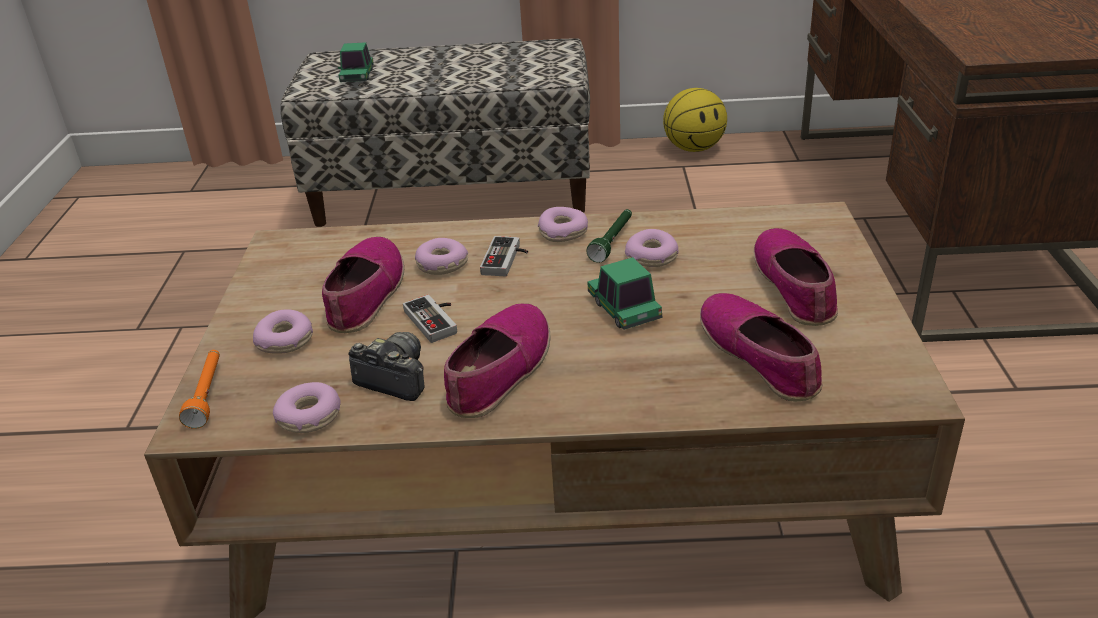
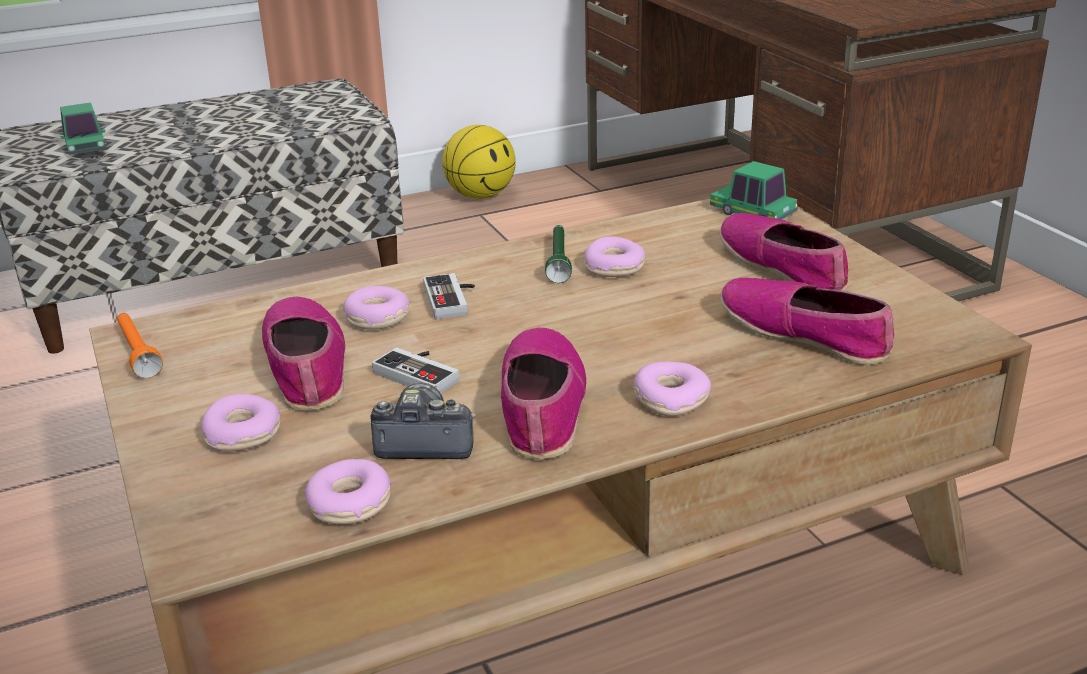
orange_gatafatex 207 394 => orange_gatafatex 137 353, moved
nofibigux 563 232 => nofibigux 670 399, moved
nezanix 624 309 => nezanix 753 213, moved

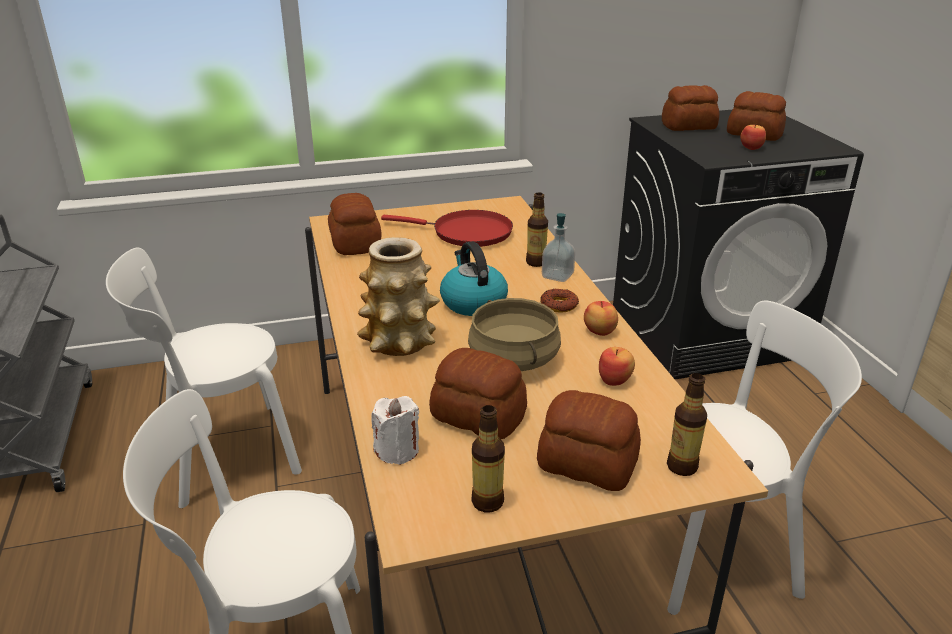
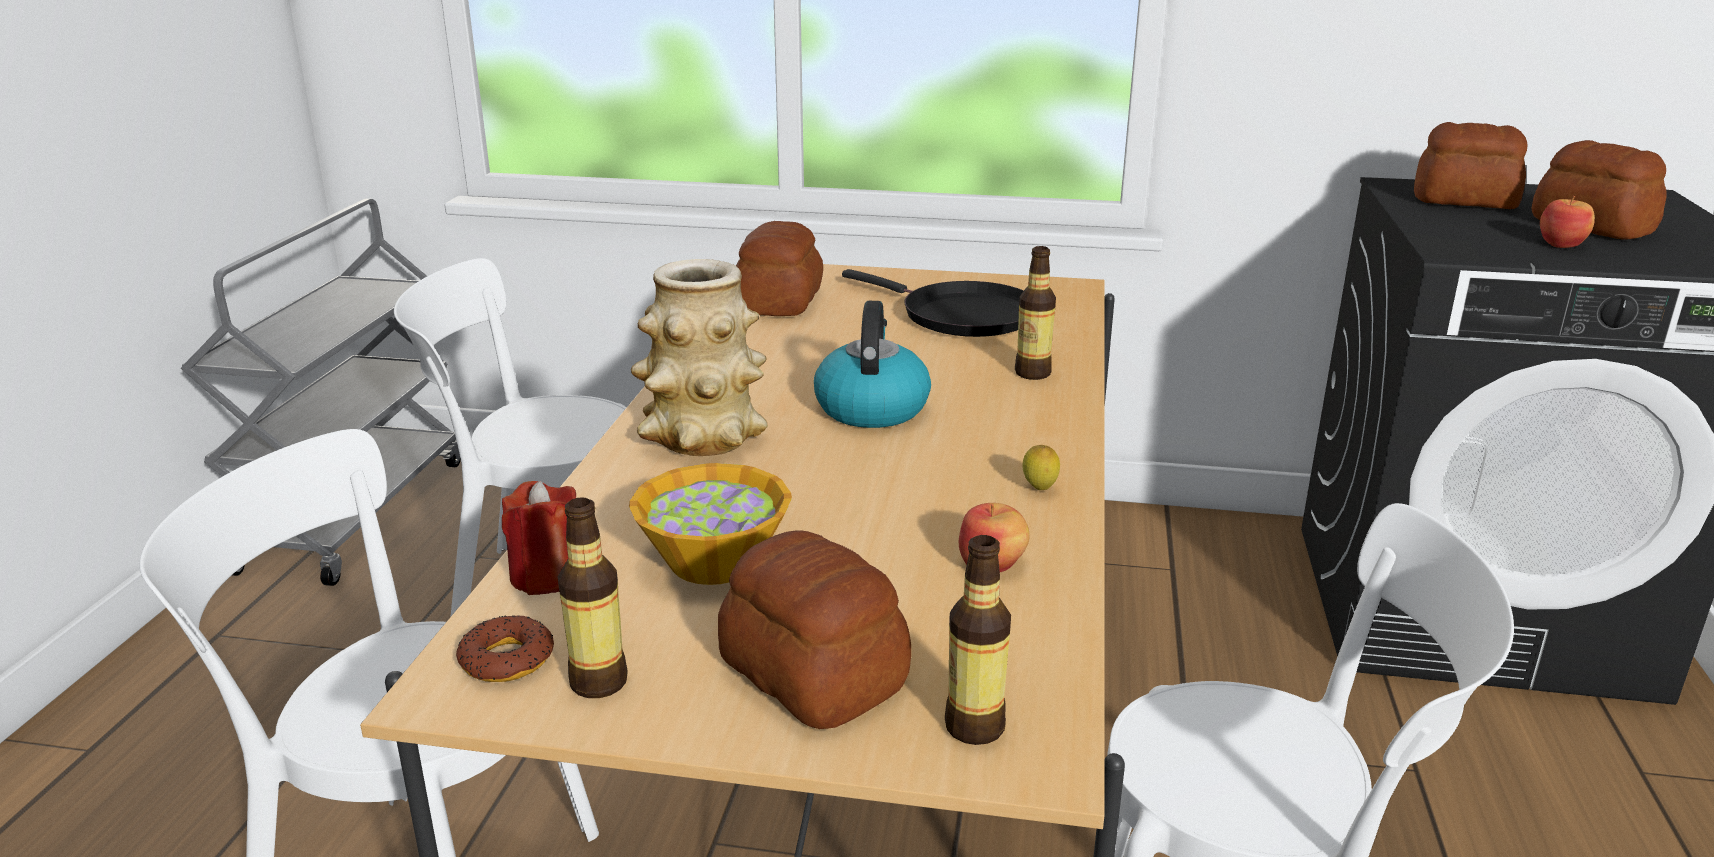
nofibigux 559 305 => nofibigux 506 660, moved
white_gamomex 397 450 => red_gamomex 547 576
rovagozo 478 415 => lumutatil 714 560
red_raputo 467 233 => black_raputo 961 315
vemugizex 599 331 => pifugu 1039 489
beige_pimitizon 512 359 => nothing
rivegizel 557 276 => nothing

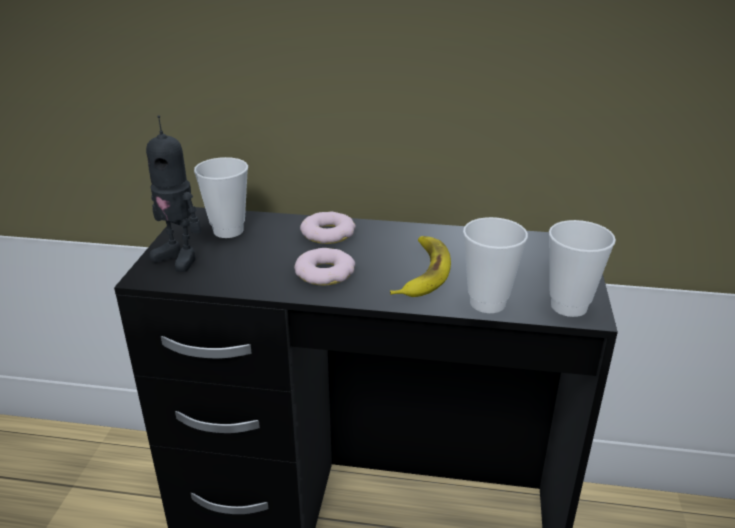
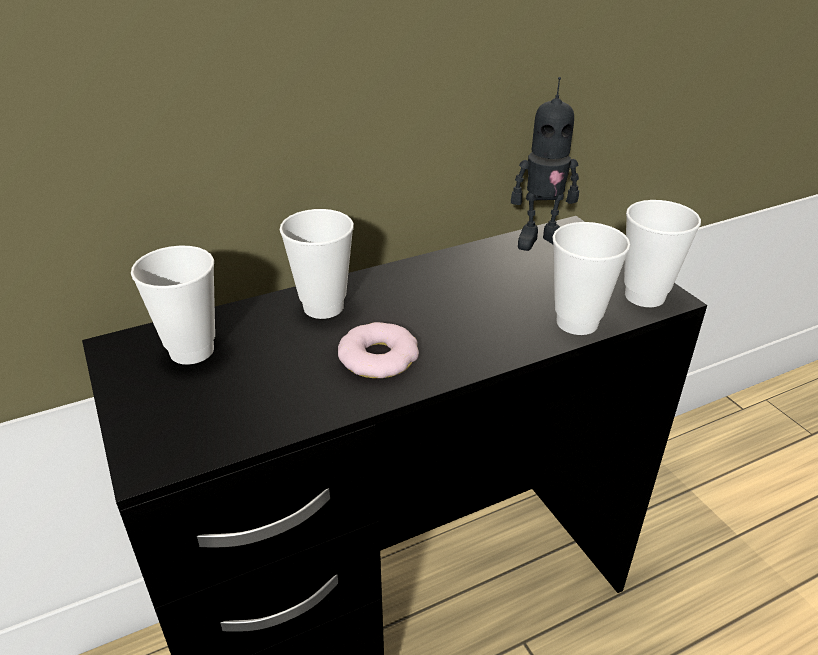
nofibigux 328 233 => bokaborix 323 307
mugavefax 179 258 => mugavefax 540 239, moved
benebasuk 422 272 => nothing

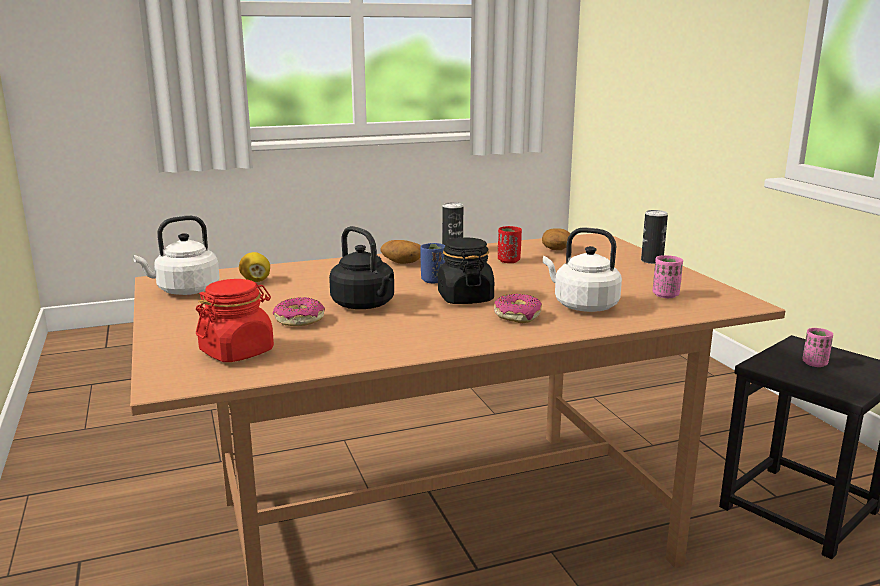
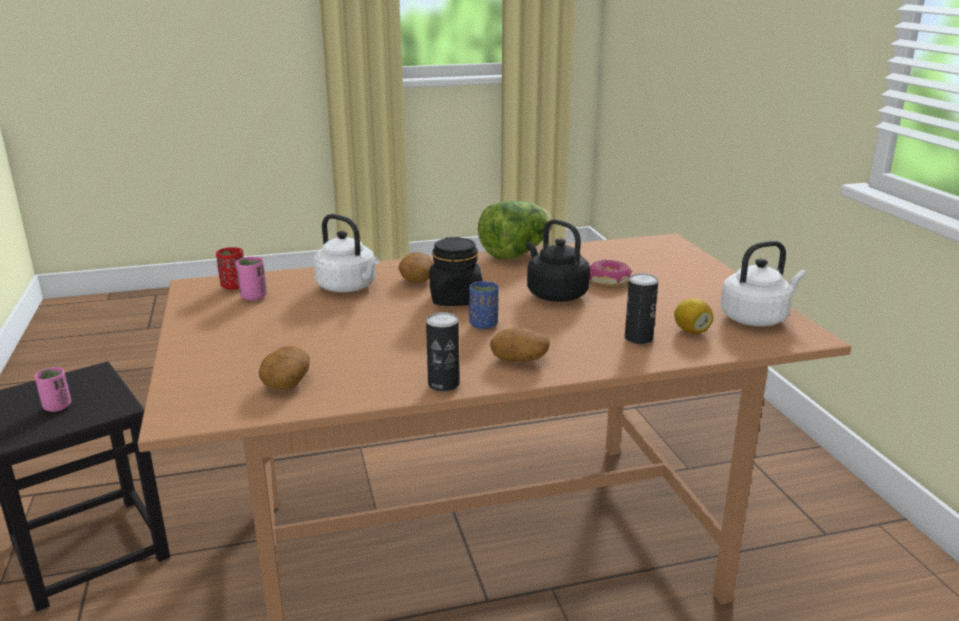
red_bokaborix 509 261 => red_bokaborix 234 286, moved
nofibigux 517 316 => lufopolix 416 279
nothing => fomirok 515 253
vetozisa 652 261 => vetozisa 638 338, moved
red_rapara 237 352 => nothing

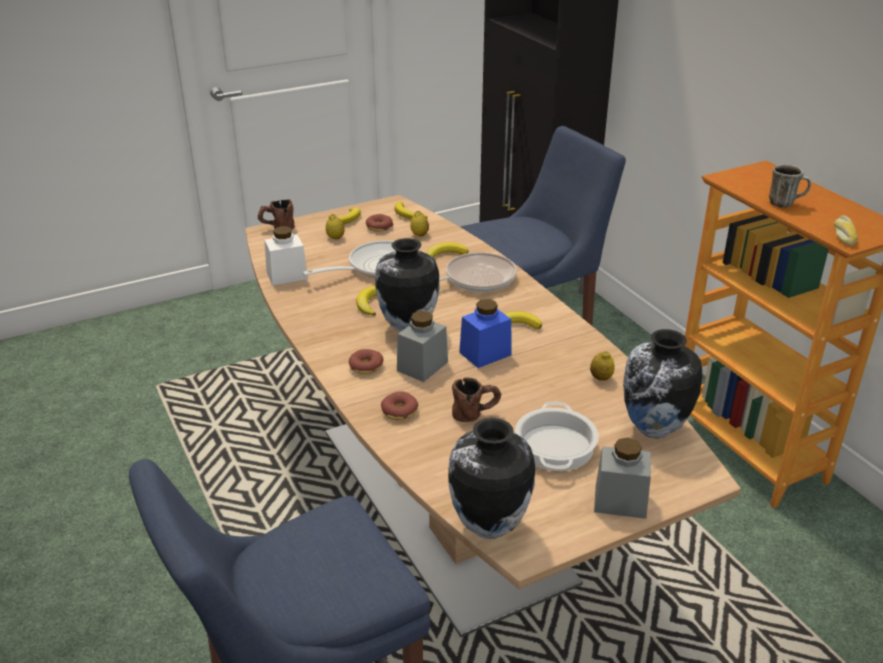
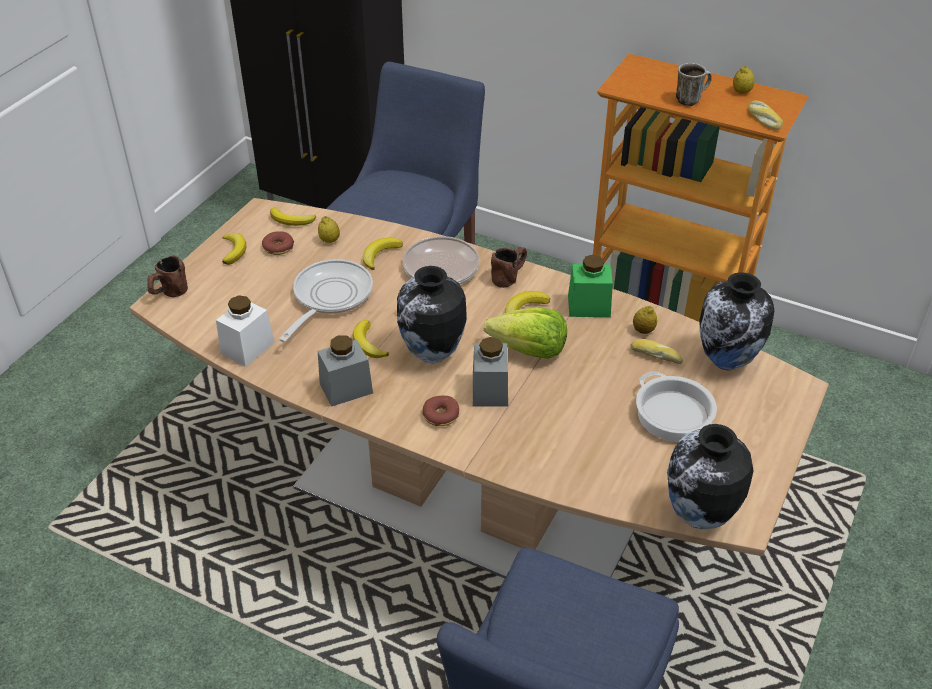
grey_rapara 620 501 => grey_rapara 346 388, moved
blue_rapara 485 353 => fomirok 529 350
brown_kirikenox 476 413 => brown_kirikenox 510 276, moved
nothing => green_rapara 589 306
nothing => rovagozo 656 355
pifugu 335 238 => pifugu 741 92, moved
nofibigux 399 411 => nothing

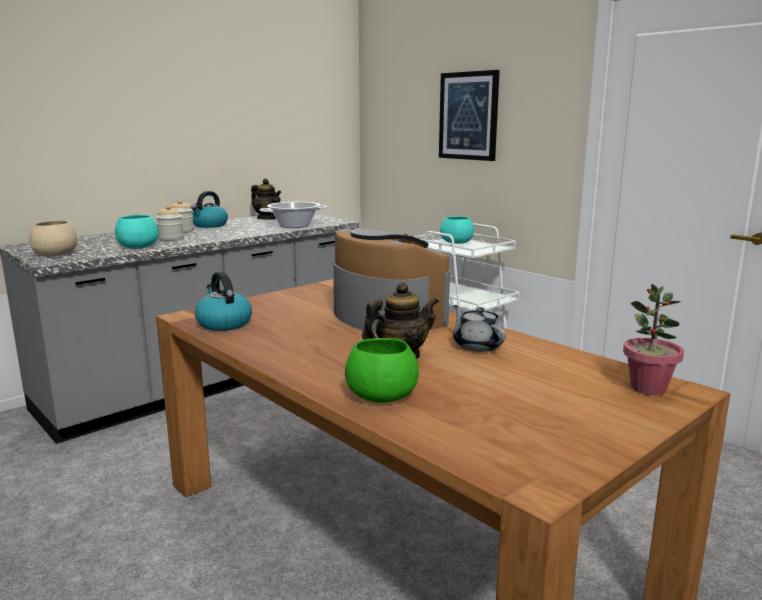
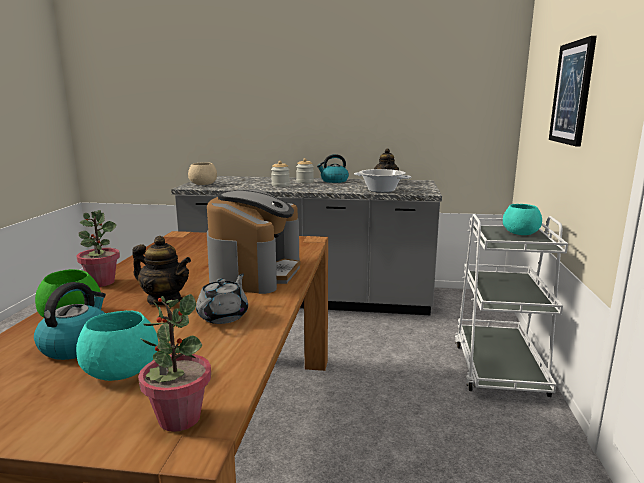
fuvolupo 223 323 => fuvolupo 77 345, moved
turquoise_lumutatil 137 246 => turquoise_lumutatil 119 370, moved
nothing => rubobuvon 102 282

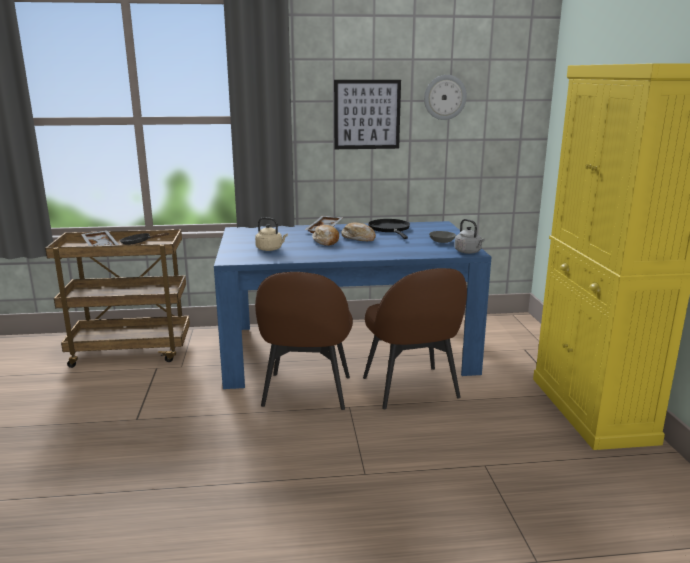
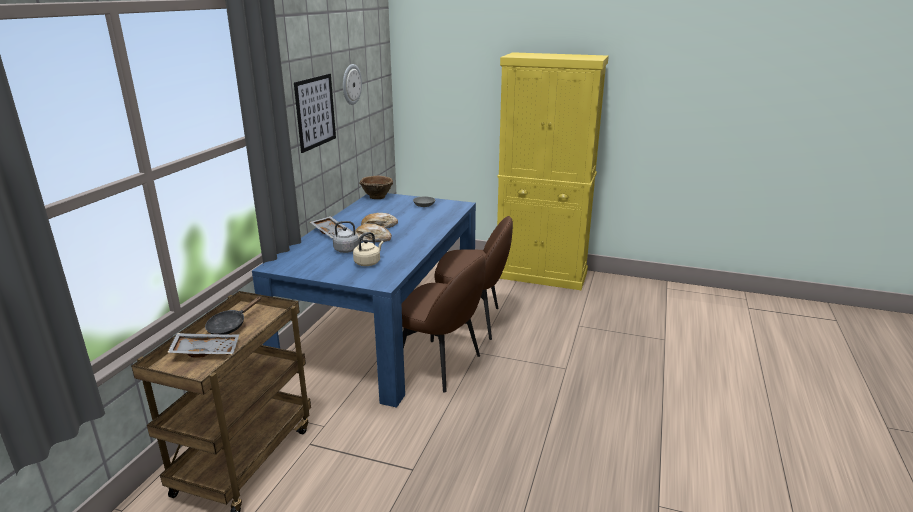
grey_fuvolupo 468 252 => grey_fuvolupo 348 250, moved
nothing => brown_lumutatil 377 197
black_raputo 390 229 => nothing

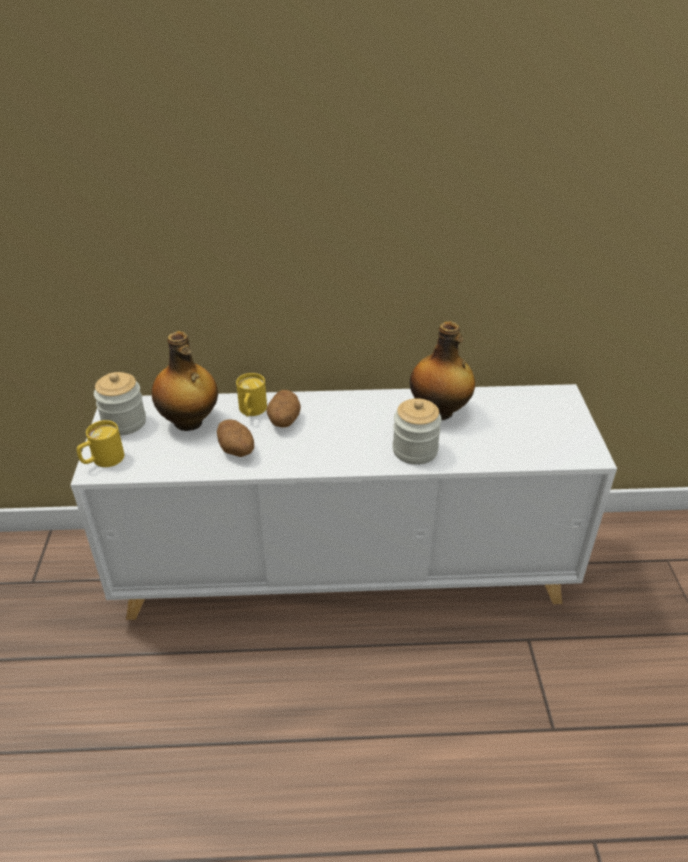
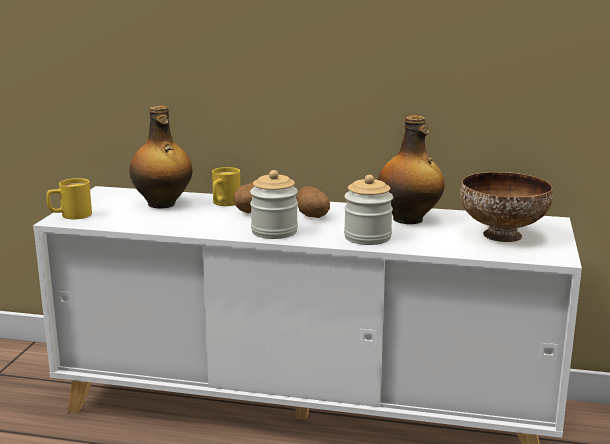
rapara 124 422 => rapara 274 231, moved
lufopolix 237 451 => lufopolix 313 216, moved
nothing => lumutatil 501 236

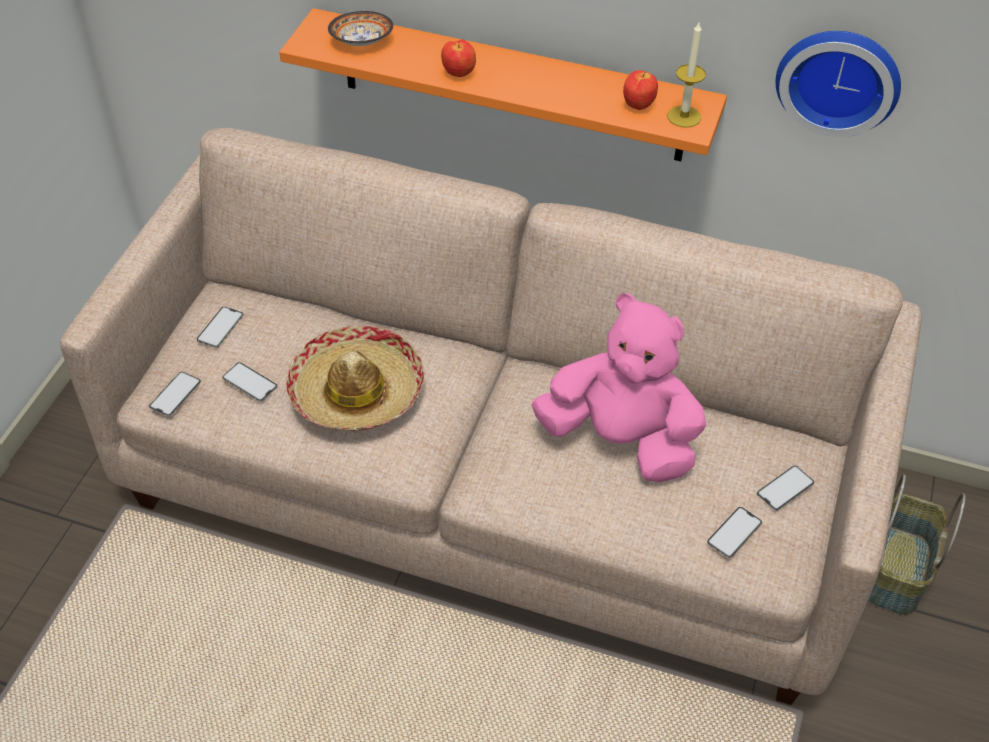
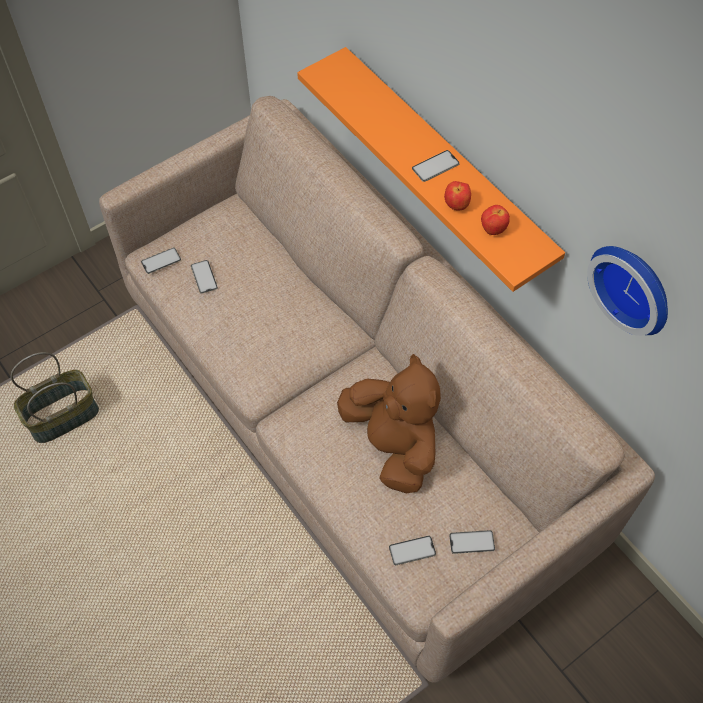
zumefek 895 569 => zumefek 63 415, moved
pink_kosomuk 620 440 => brown_kosomuk 392 445
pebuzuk 220 327 => pebuzuk 435 166, moved
vemugizex 459 74 => vemugizex 456 206, moved
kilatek 356 391 => nothing
lumutatil 360 41 => nothing
gamomex 684 116 => nothing

